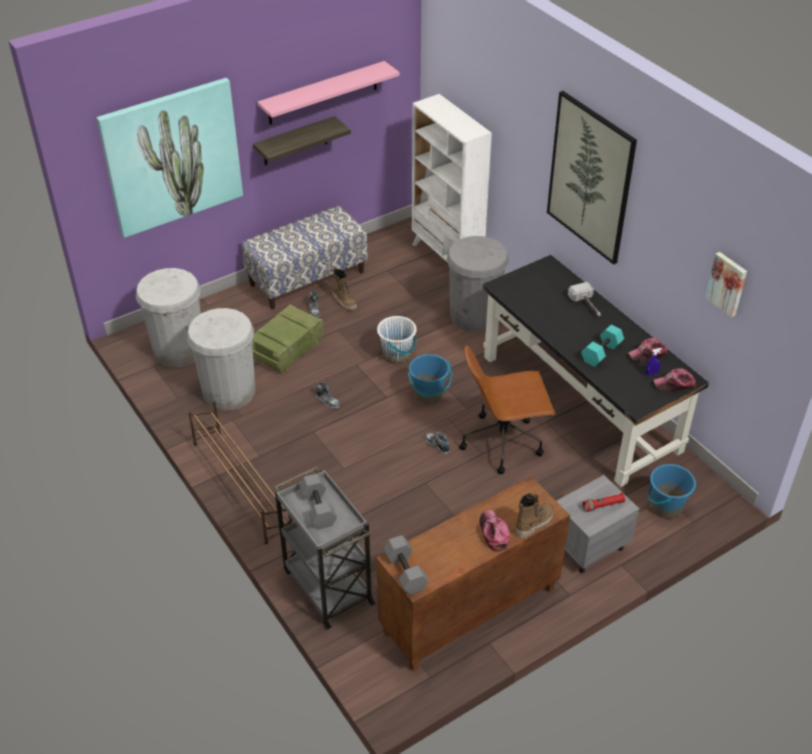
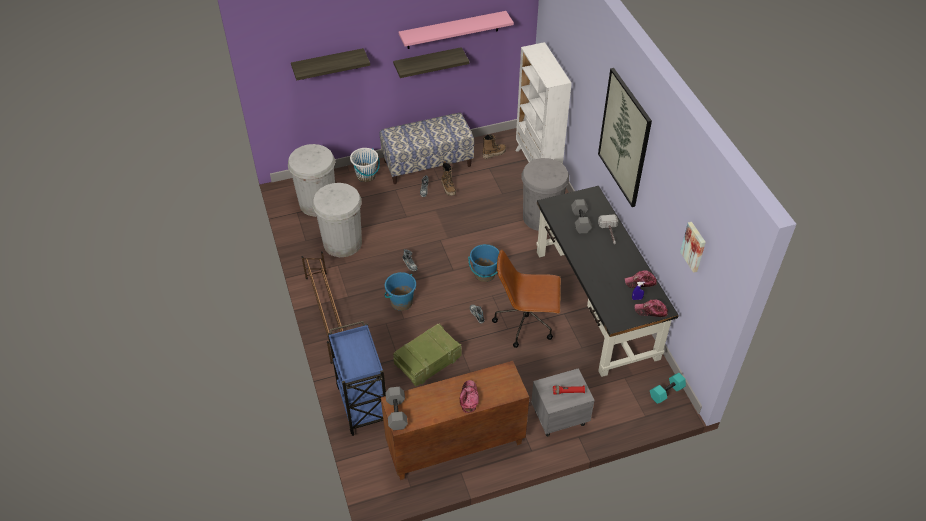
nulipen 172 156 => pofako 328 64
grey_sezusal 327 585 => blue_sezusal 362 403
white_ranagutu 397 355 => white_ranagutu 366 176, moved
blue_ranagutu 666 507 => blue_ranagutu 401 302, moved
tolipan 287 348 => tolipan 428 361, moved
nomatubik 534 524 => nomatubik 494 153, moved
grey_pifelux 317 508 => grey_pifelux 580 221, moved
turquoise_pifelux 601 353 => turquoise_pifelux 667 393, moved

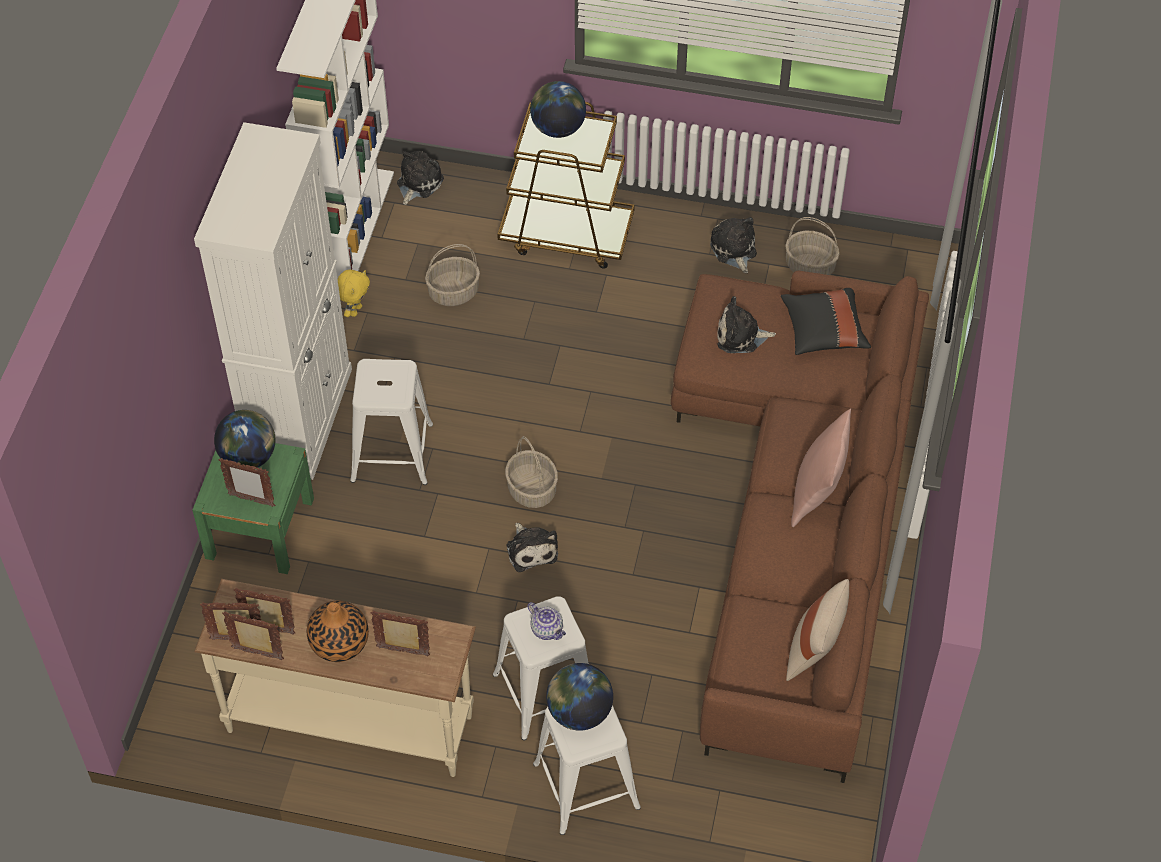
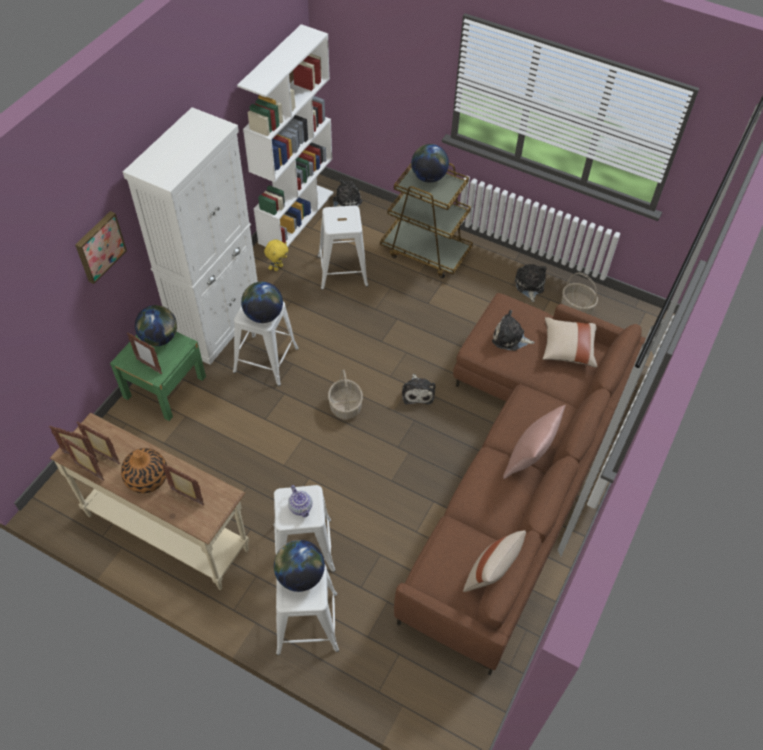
nothing => nulipen 99 246
nothing => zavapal 263 315
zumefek 454 292 => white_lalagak 342 270
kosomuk 531 549 => kosomuk 417 392, moved
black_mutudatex 823 331 => beige_mutudatex 568 348

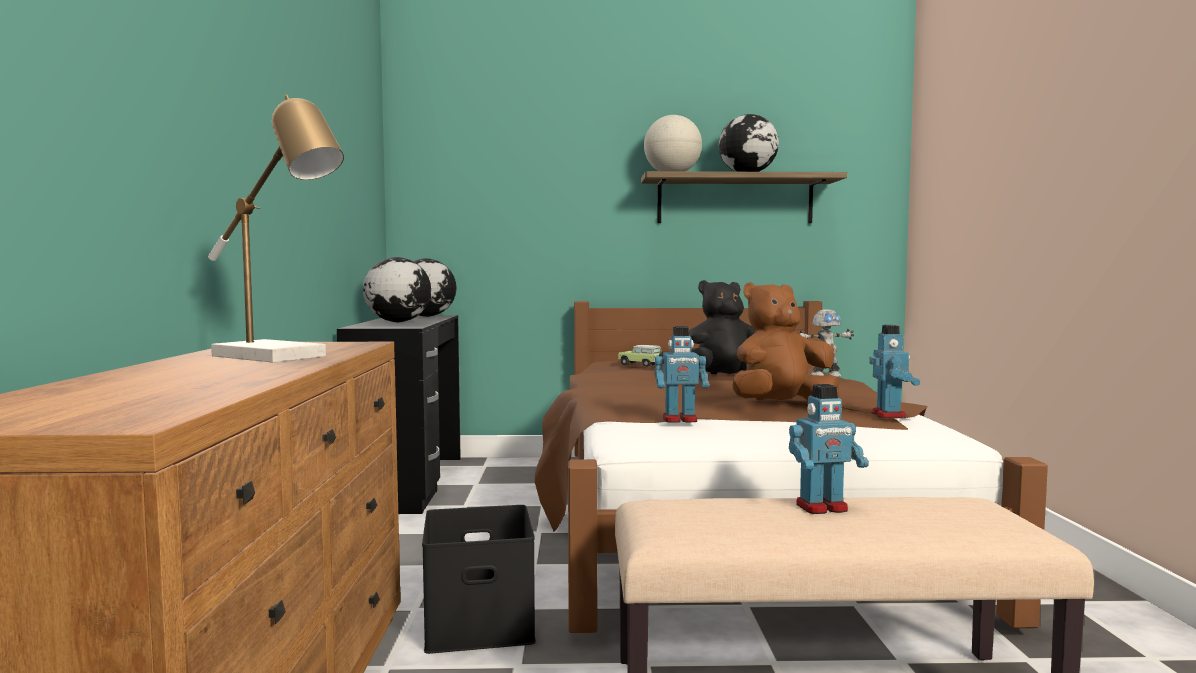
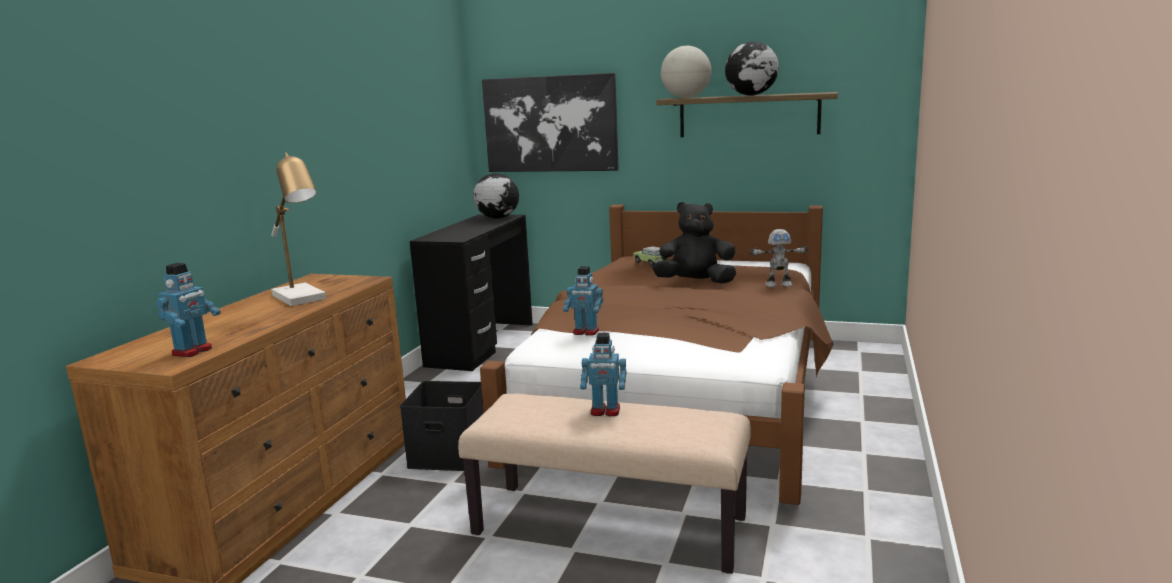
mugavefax 889 415 => mugavefax 193 351, moved
nothing => nulipen 550 124
zavapal 397 322 => nothing
brown_kosomuk 781 406 => nothing

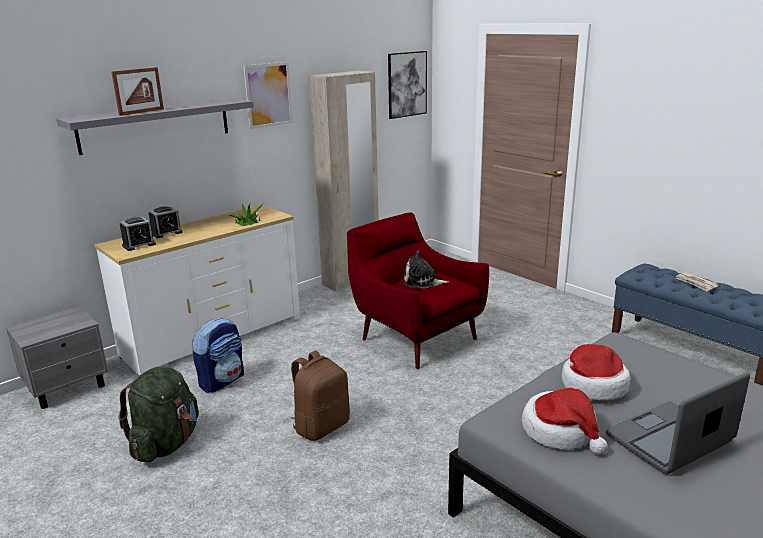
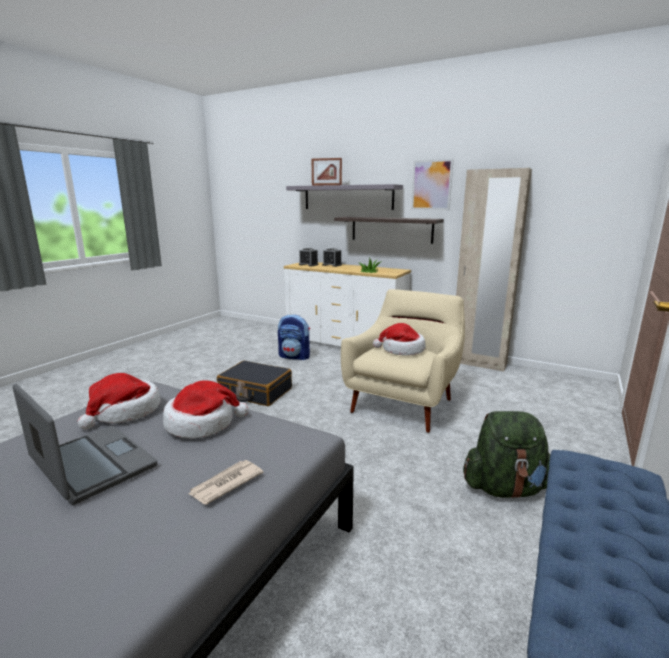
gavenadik 696 283 => gavenadik 225 484, moved
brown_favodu 321 426 => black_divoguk 255 392
nothing => pofako 391 229
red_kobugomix 415 337 => beige_kobugomix 404 403
kosomuk 422 282 => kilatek 401 350
green_favodu 166 444 => green_favodu 505 488, moved
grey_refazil 68 387 => nothing
nulipen 407 84 => nothing

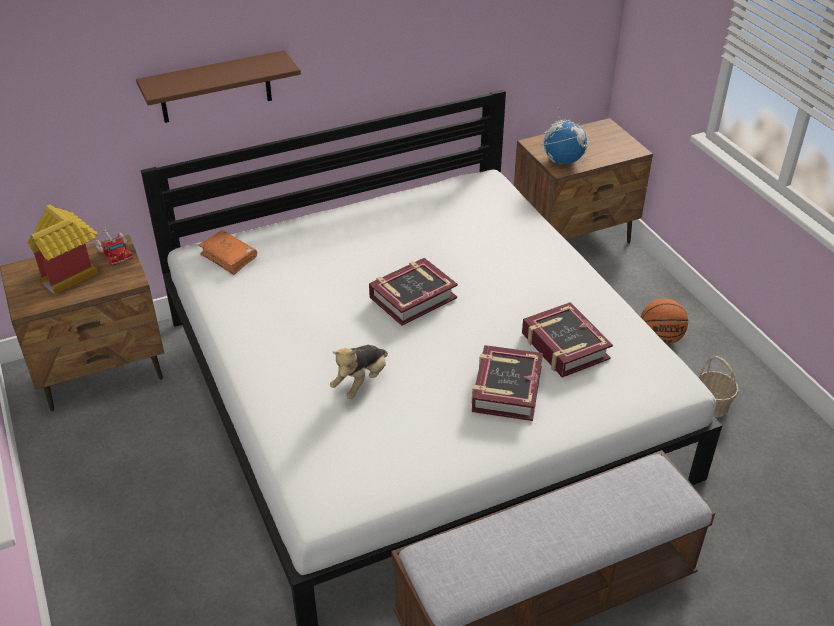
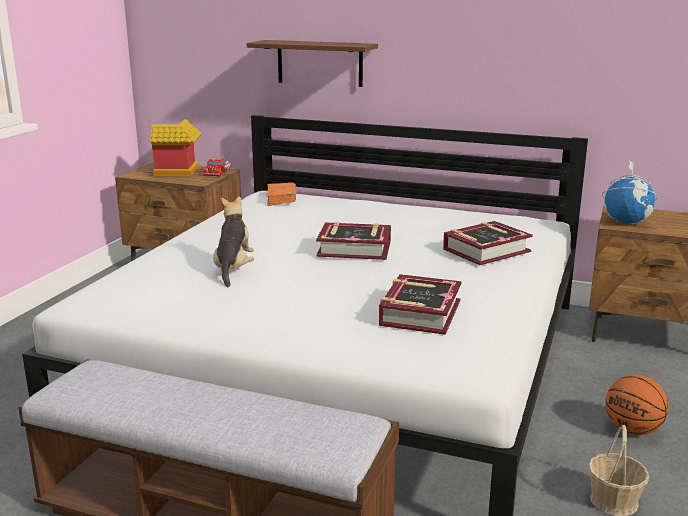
kosomuk 361 382 => kosomuk 233 269, 105 degrees clockwise
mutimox 506 389 => mutimox 486 250, moved

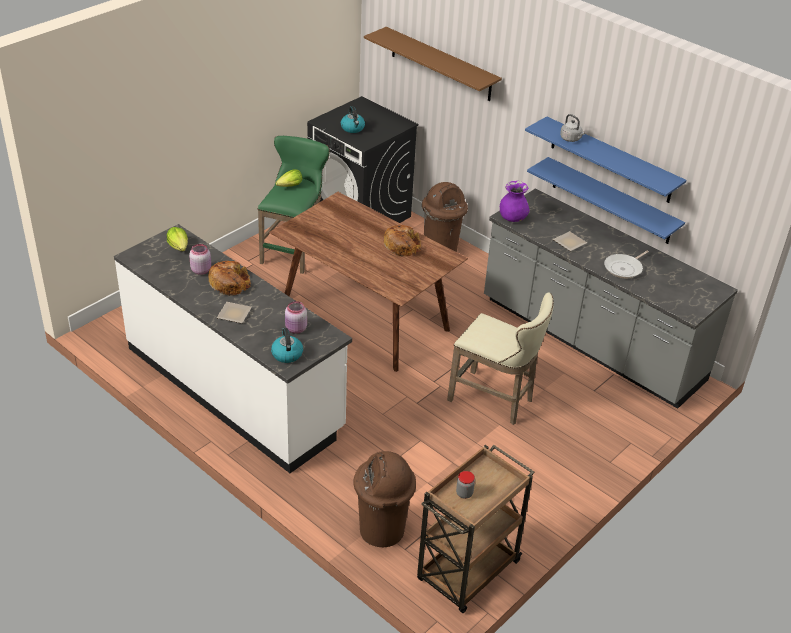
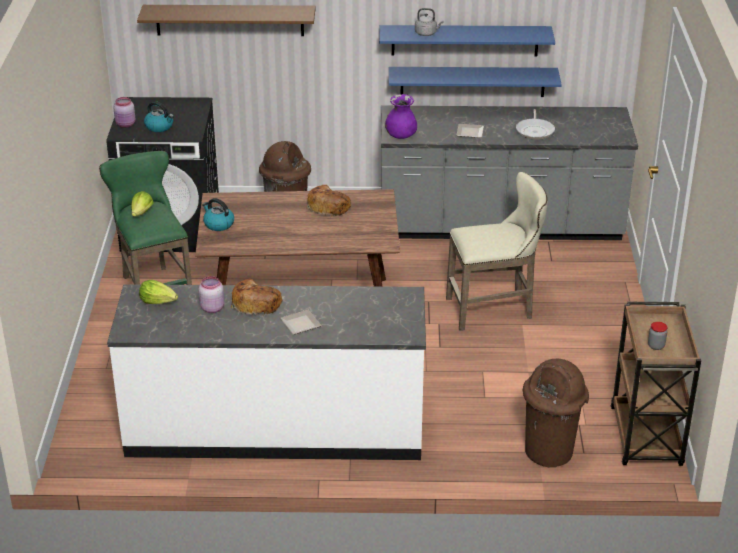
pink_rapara 296 329 => pink_rapara 126 124, moved
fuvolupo 287 354 => fuvolupo 218 224, moved

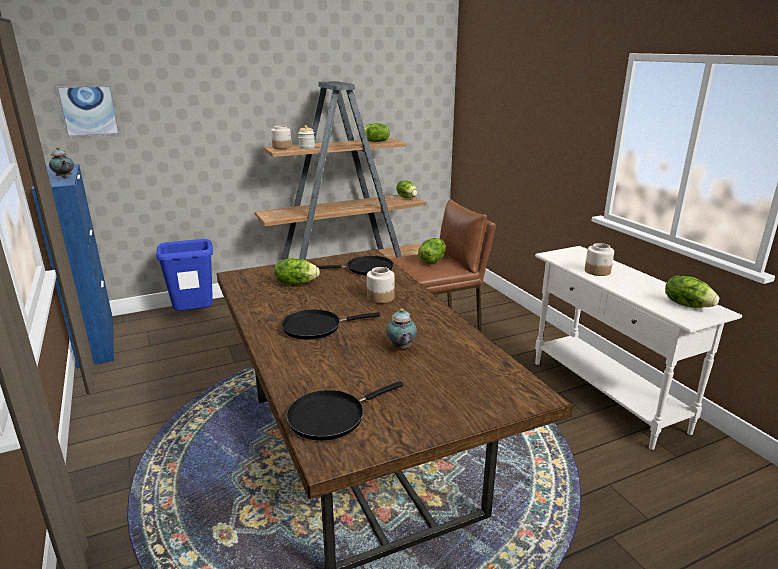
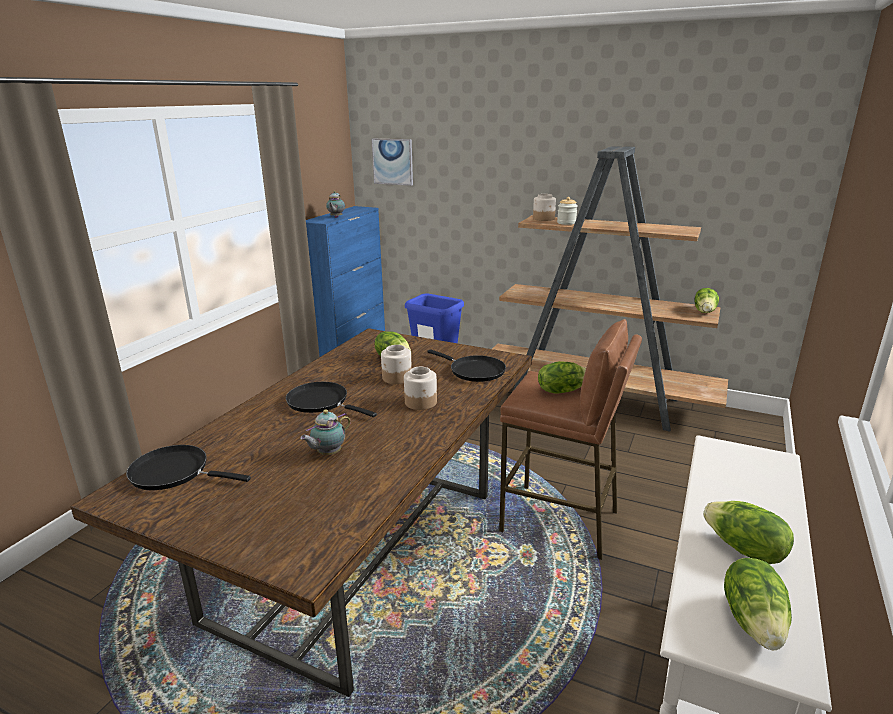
rapara 597 271 => rapara 397 378, moved
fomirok 375 142 => fomirok 744 549, moved

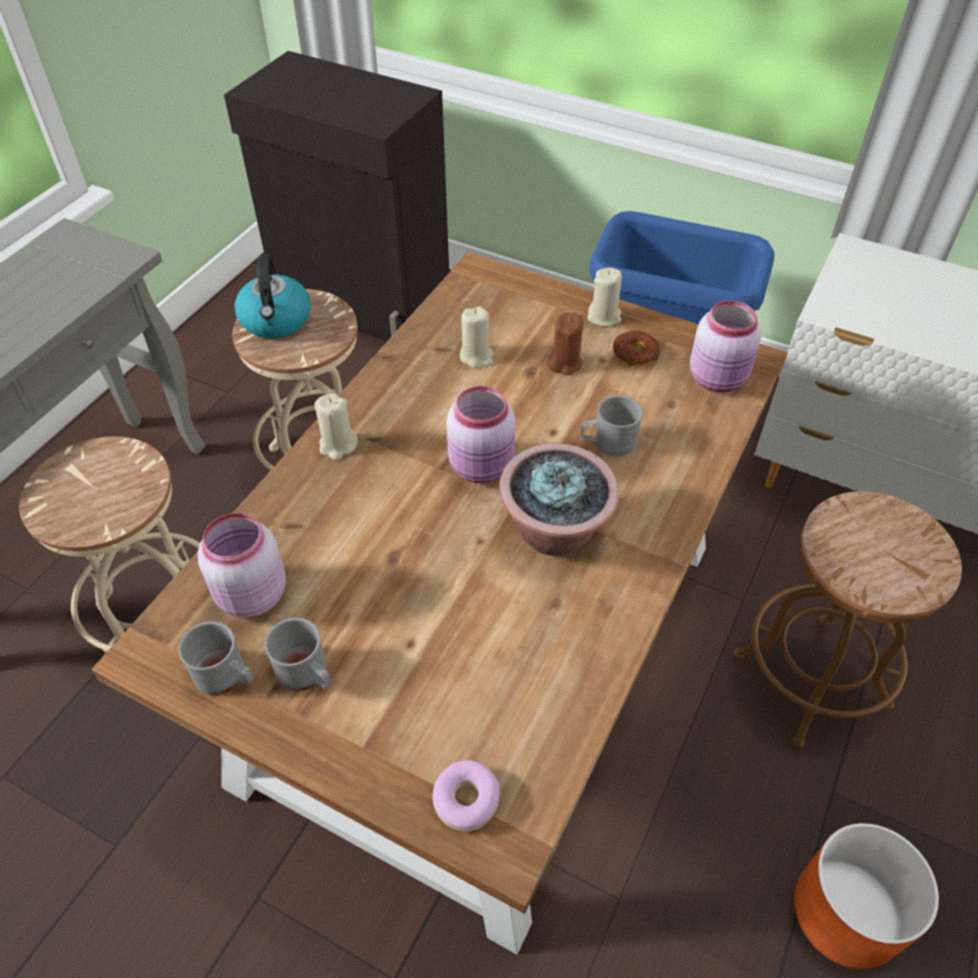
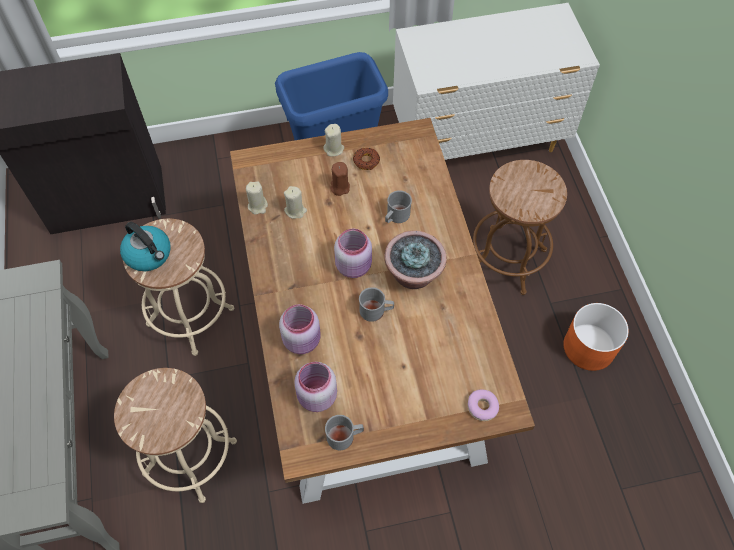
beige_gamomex 338 445 => beige_gamomex 258 206, moved
pink_rapara 719 379 => pink_rapara 303 340, moved
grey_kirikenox 307 674 => grey_kirikenox 376 311, moved

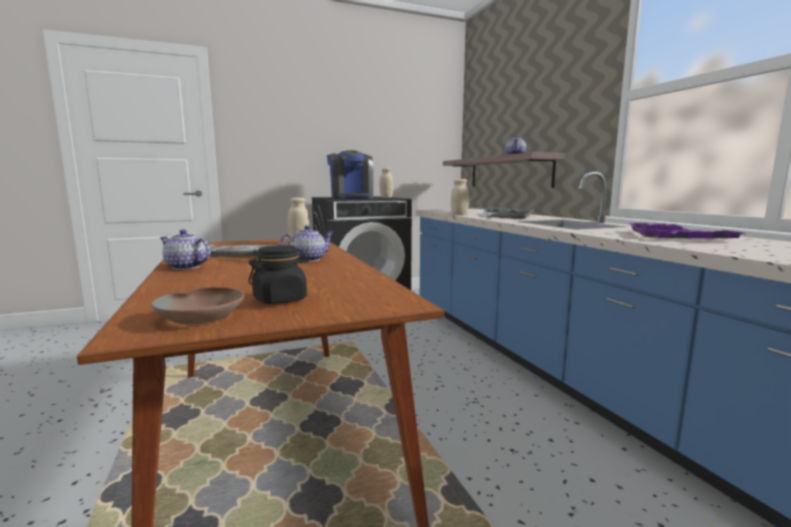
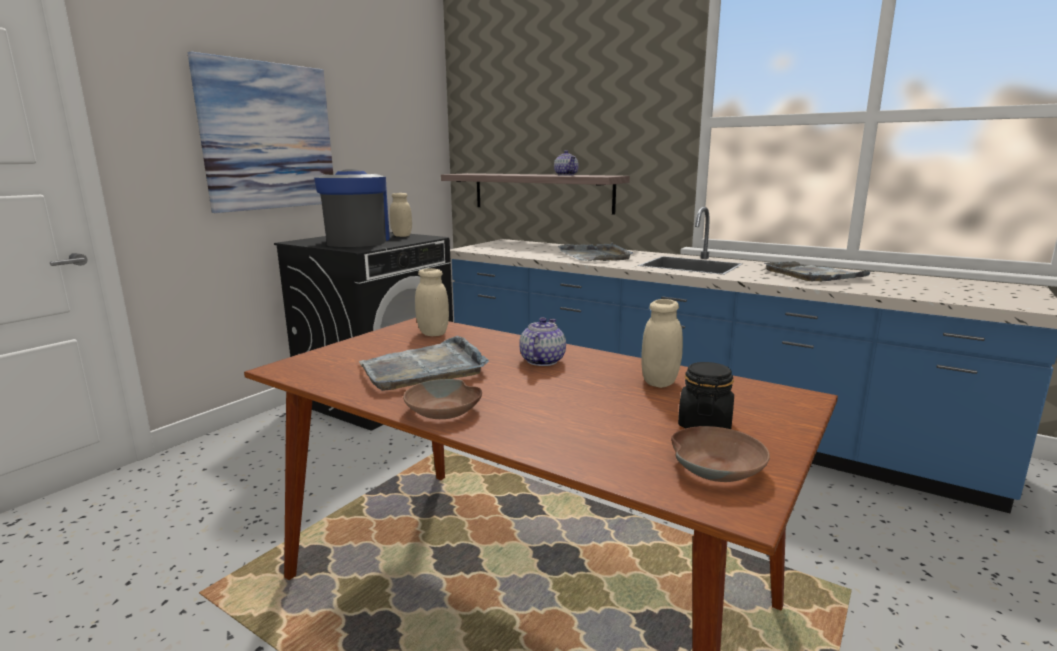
nothing => nulipen 268 137
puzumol 351 198 => puzumol 357 241, 135 degrees counterclockwise
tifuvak 186 267 => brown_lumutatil 444 410
beige_rapara 459 214 => beige_rapara 660 382, moved
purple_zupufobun 676 236 => grey_zupufobun 813 275

